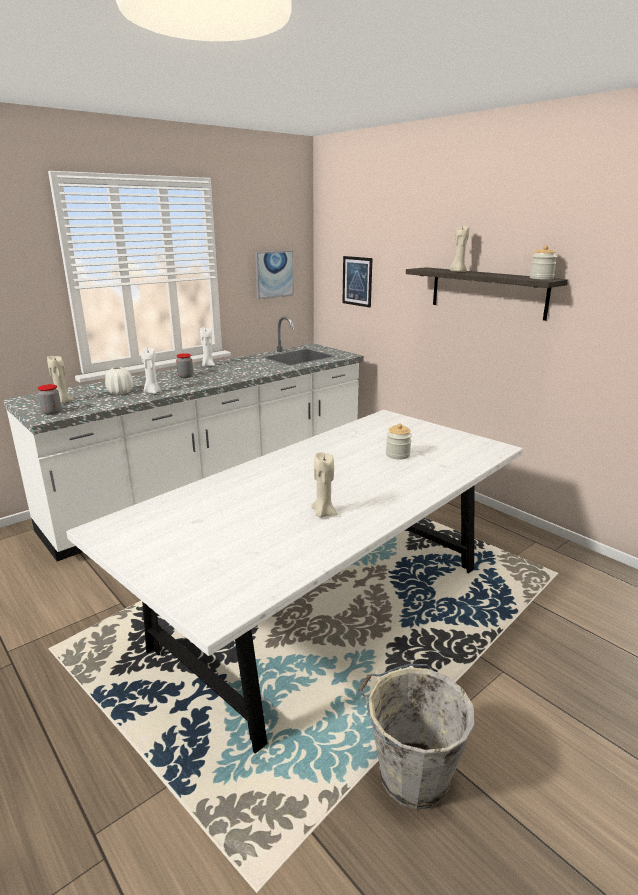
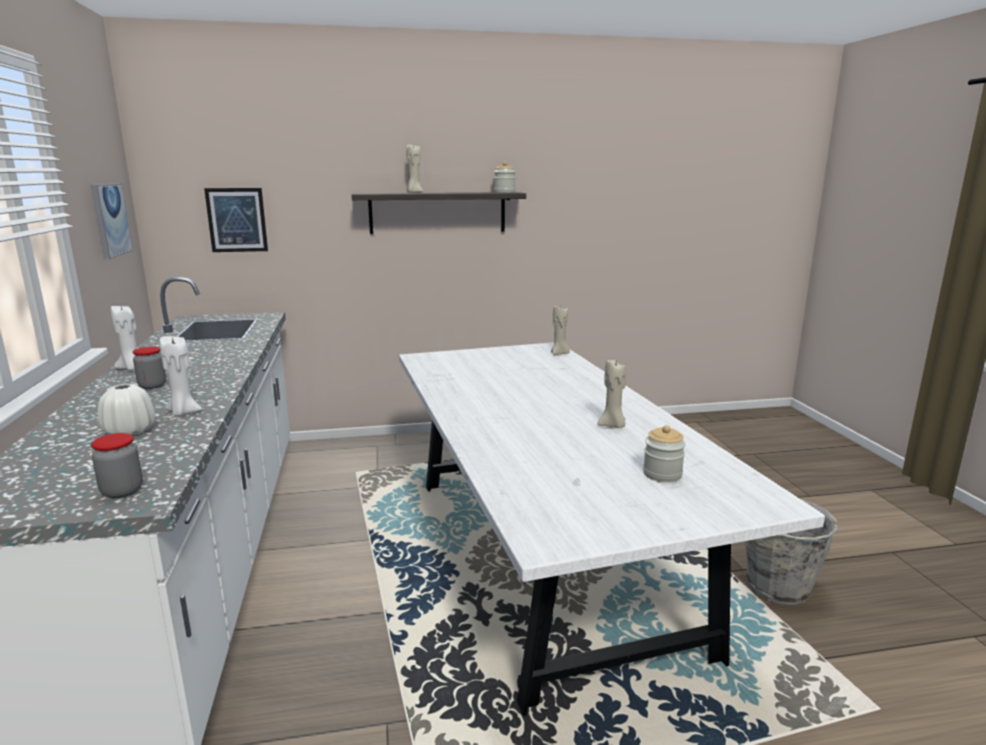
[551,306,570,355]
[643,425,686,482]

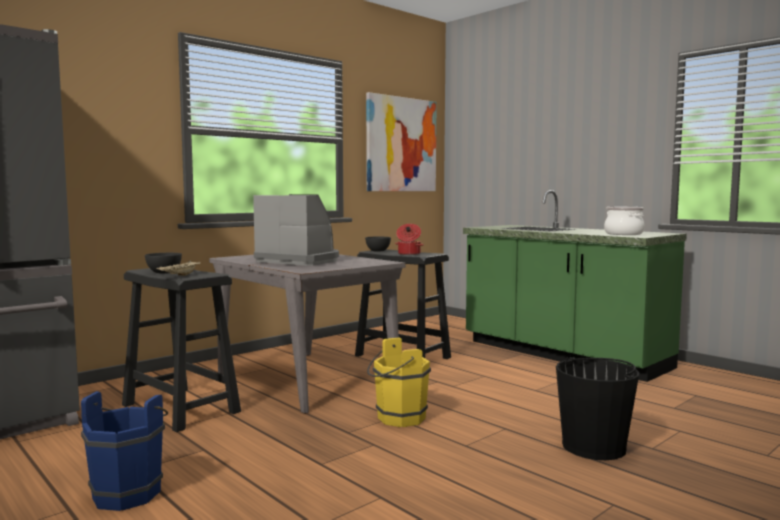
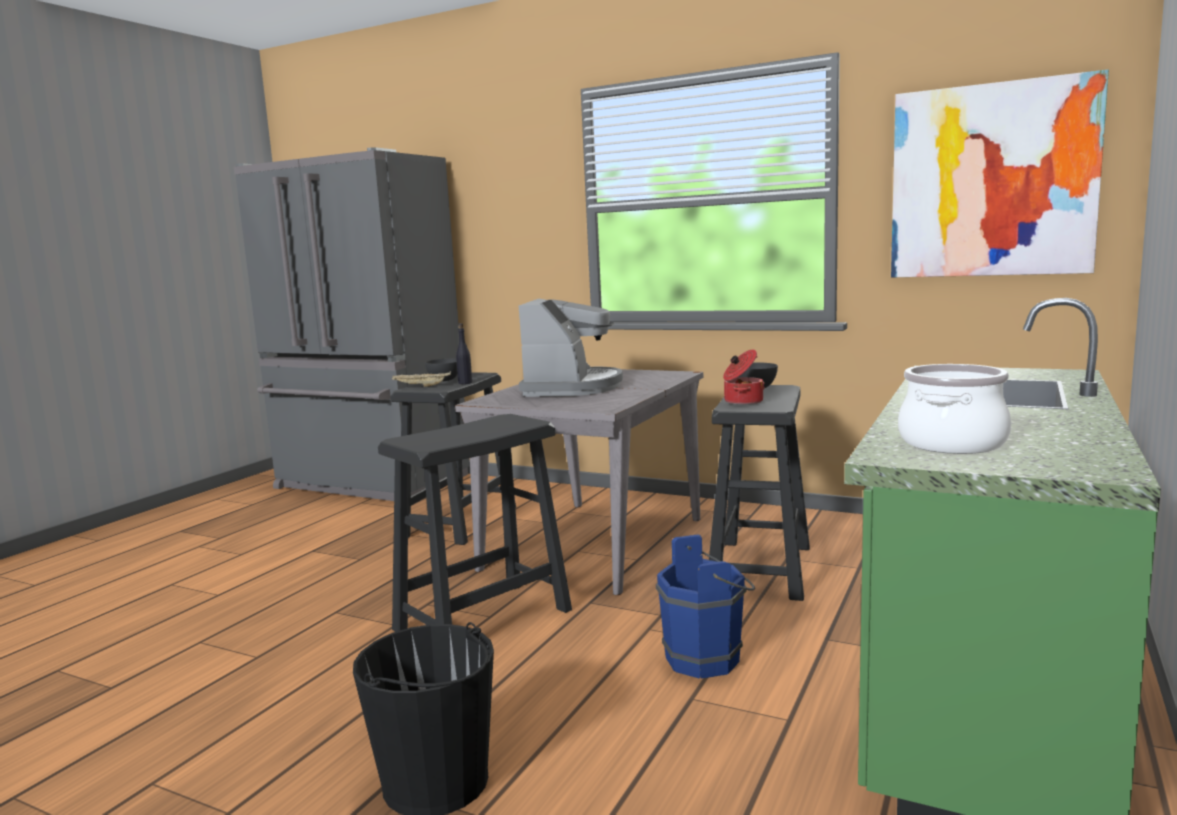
[378,414,572,632]
[456,323,472,384]
[656,535,755,678]

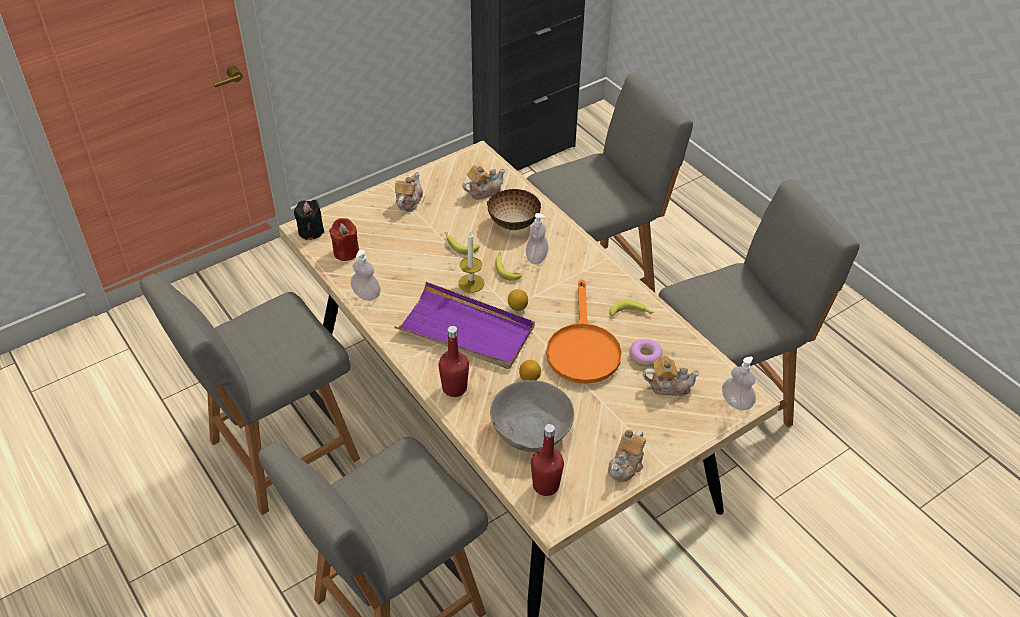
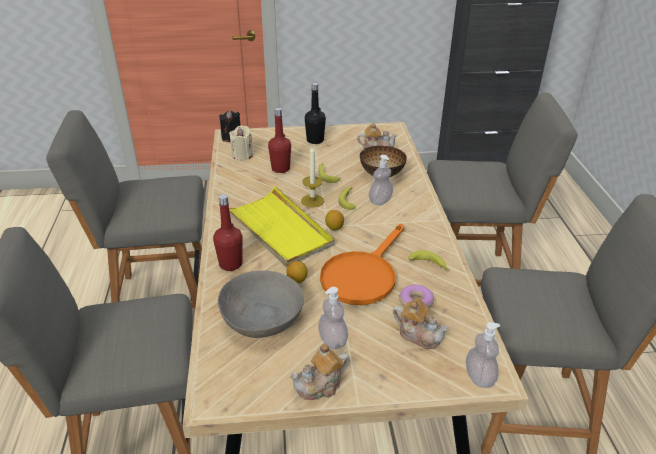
[229,125,253,161]
[229,186,335,267]
[268,108,291,173]
[305,82,326,144]
[318,287,348,349]

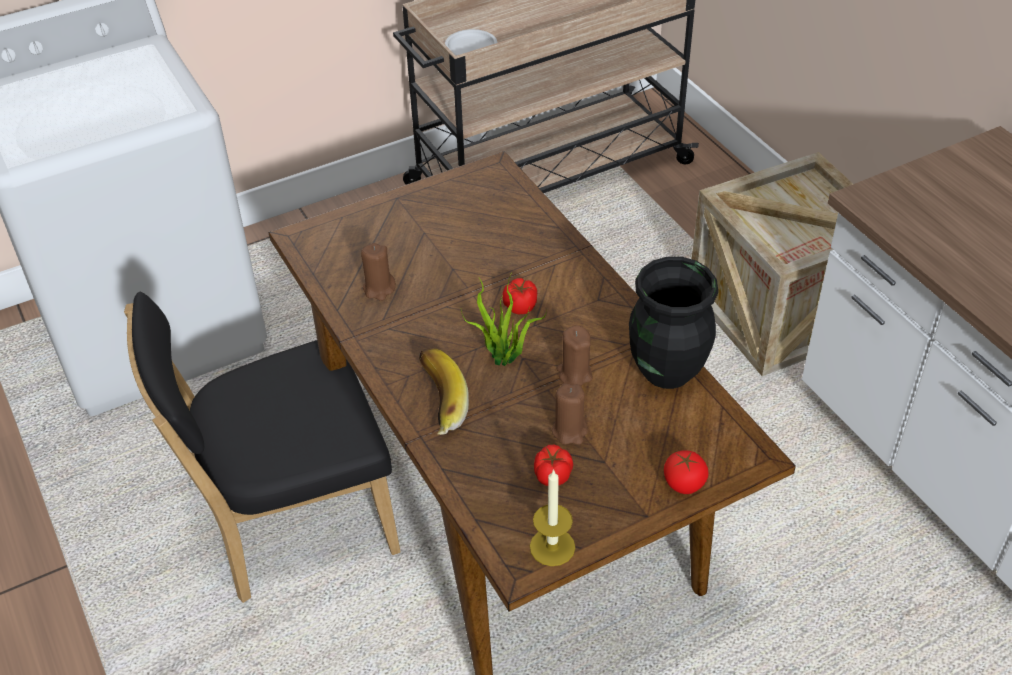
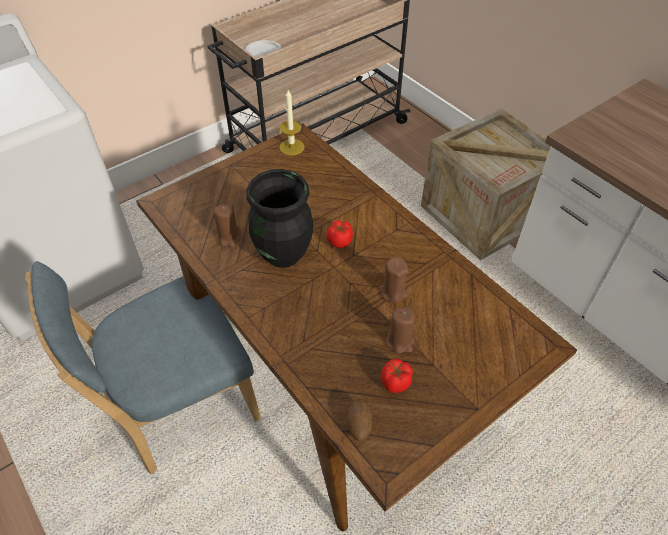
[25,261,261,475]
[246,169,313,268]
[279,90,304,156]
[346,398,372,441]
[419,348,469,435] (first image)
[461,273,546,366] (first image)
[664,450,709,494] (first image)

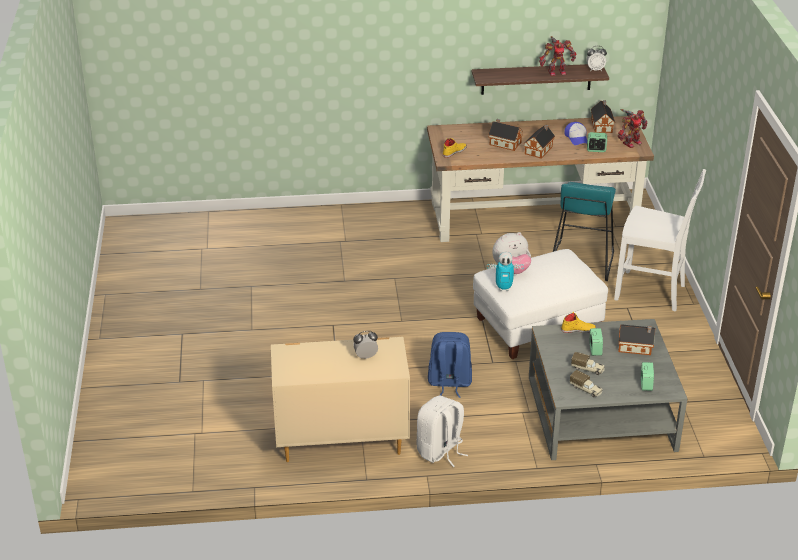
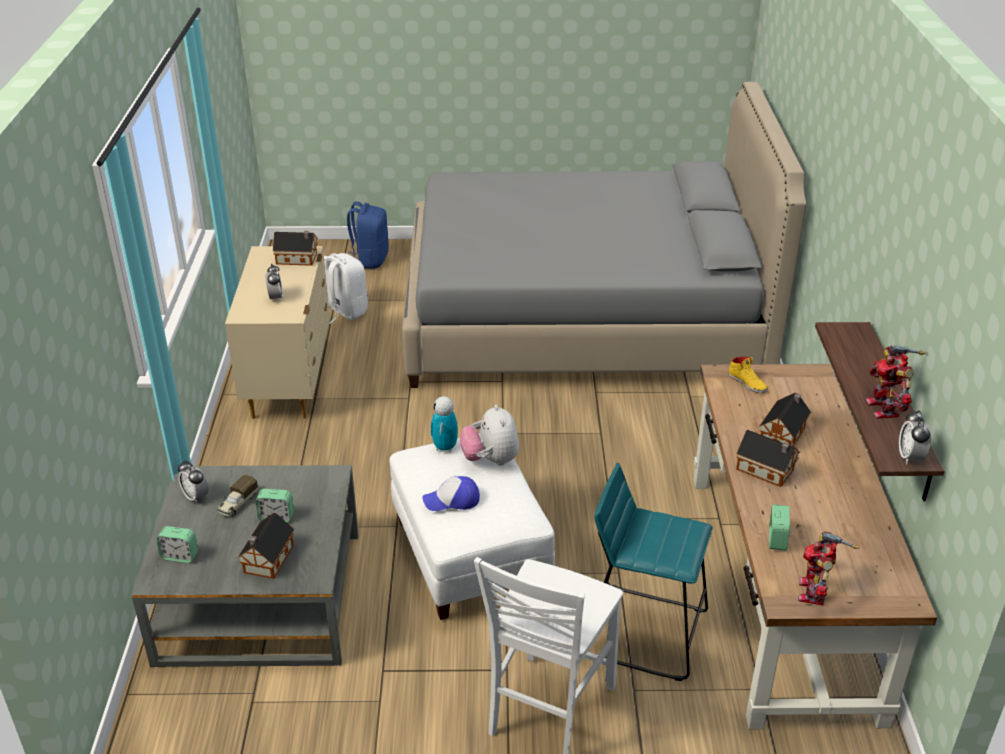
[178,460,208,504]
[273,231,318,266]
[324,253,368,324]
[347,201,389,269]
[402,82,806,388]
[422,476,480,511]
[798,531,859,606]
[561,312,596,333] (first image)

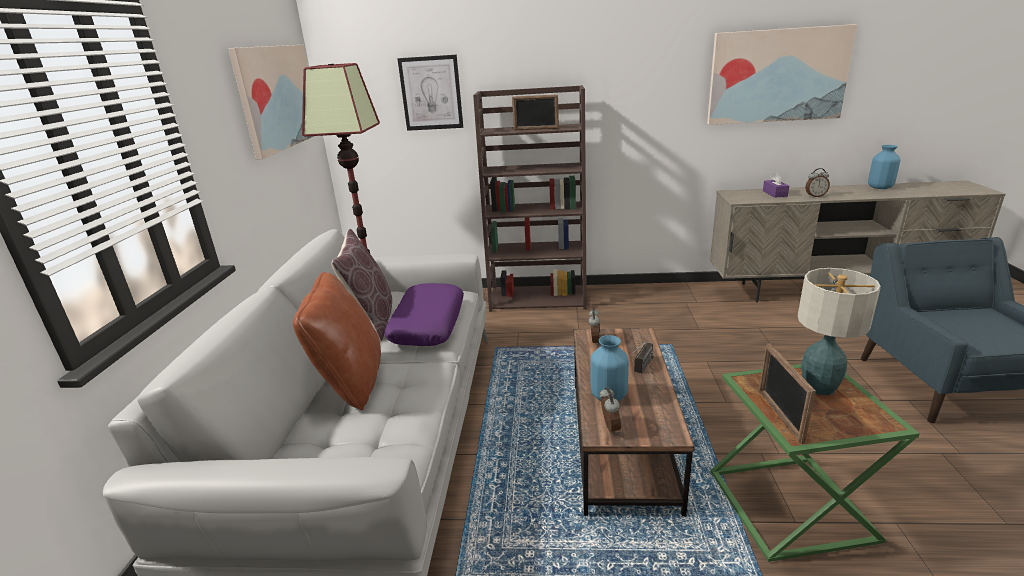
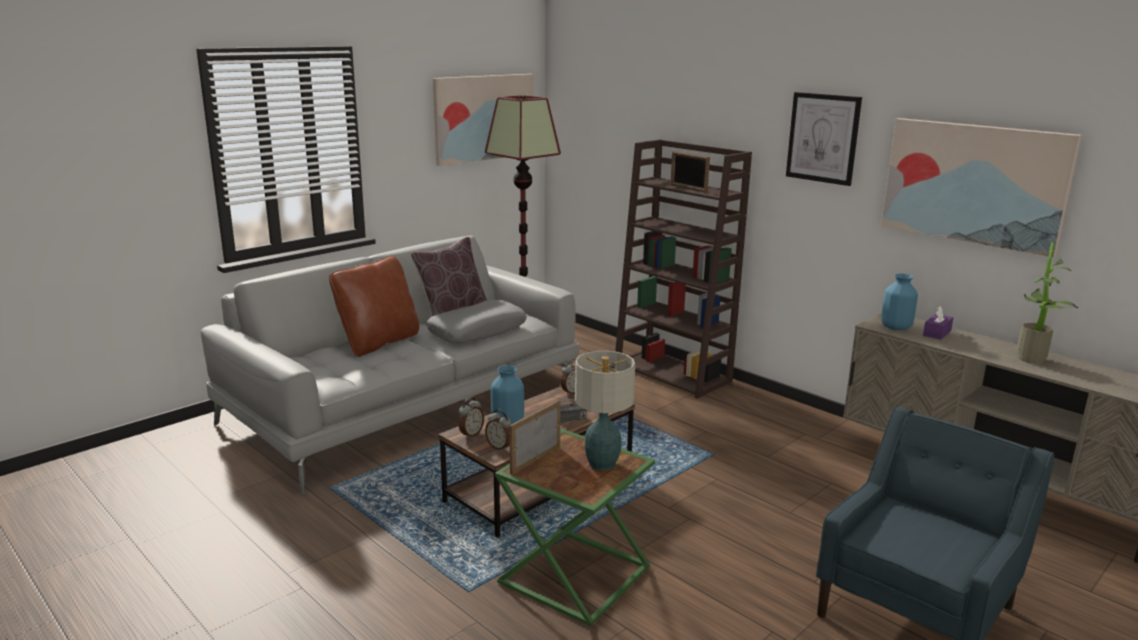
[426,299,526,343]
[485,409,512,451]
[786,92,862,186]
[881,273,918,330]
[1016,242,1078,364]

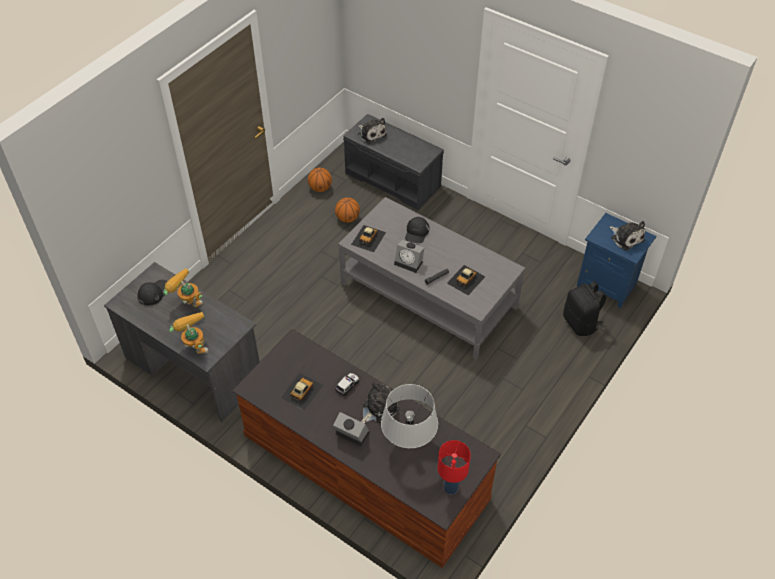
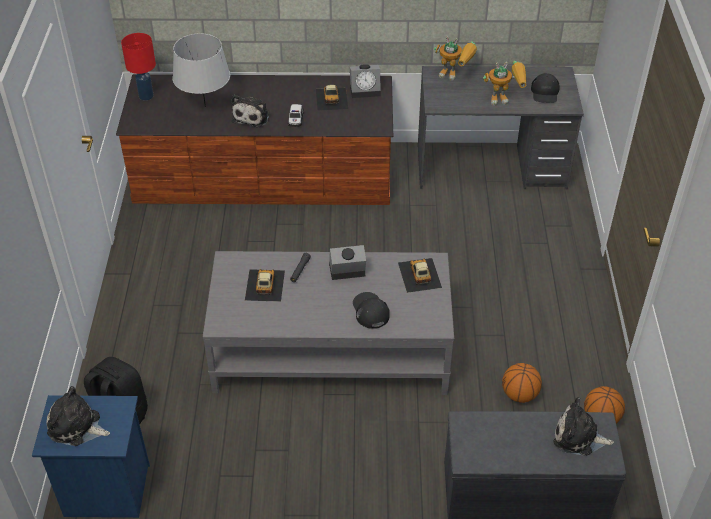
[350,64,381,98]

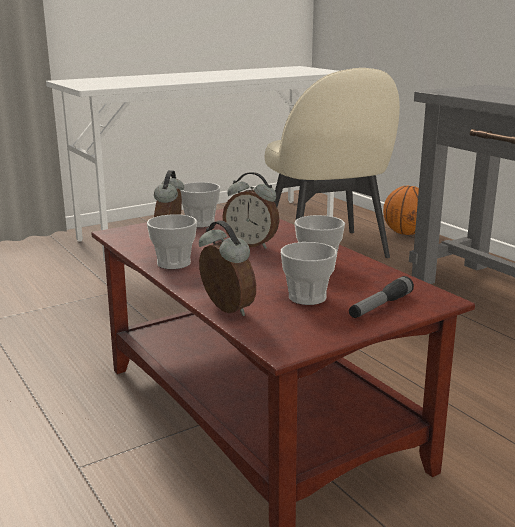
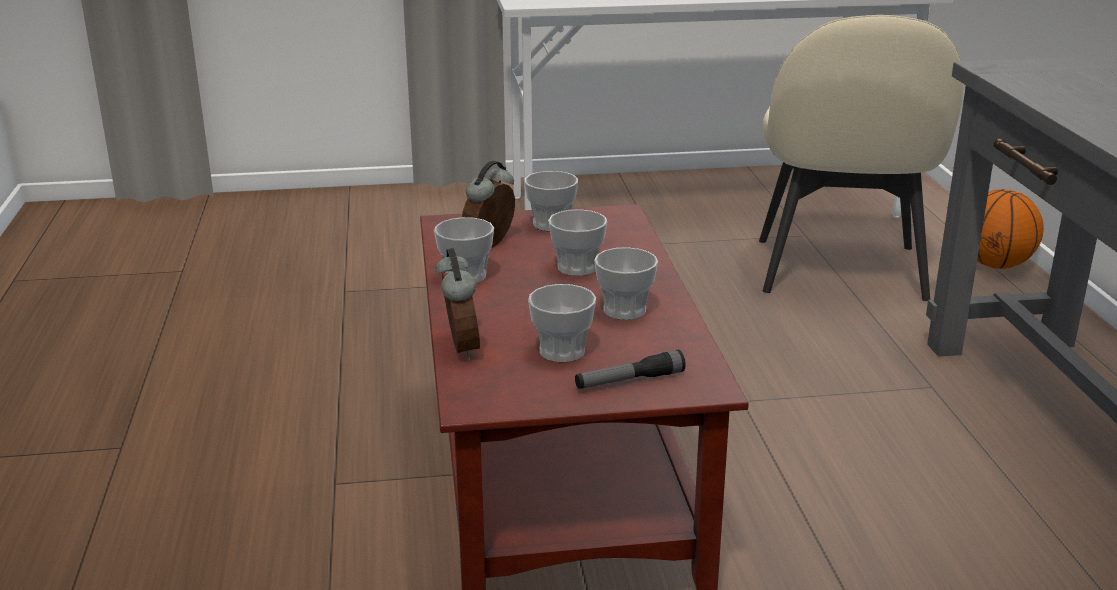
[548,209,607,276]

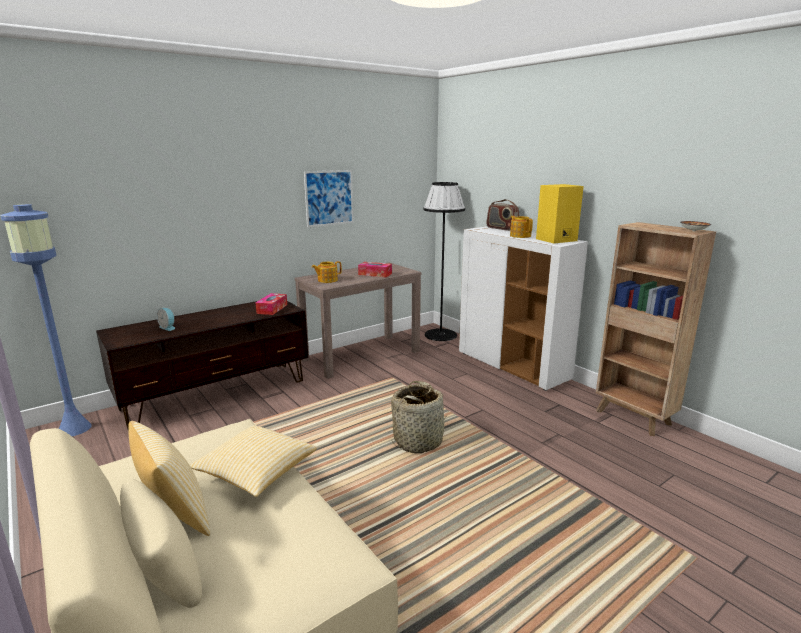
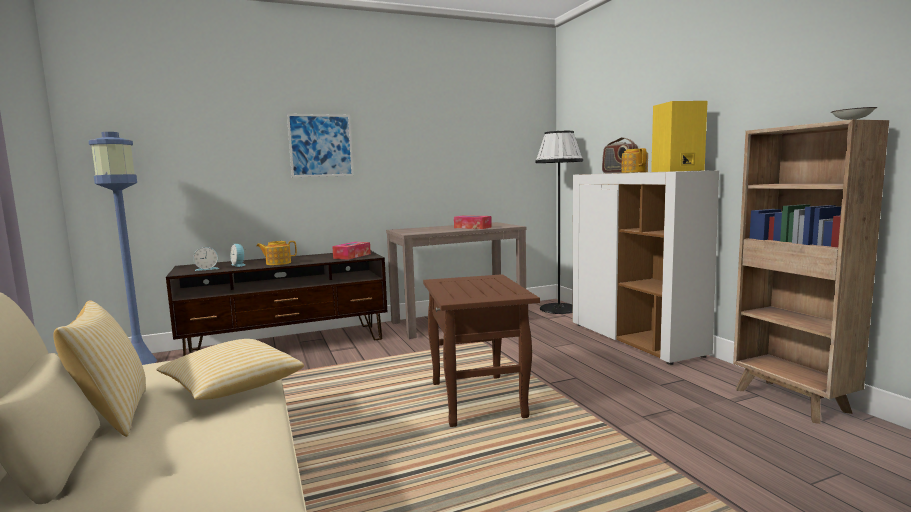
[193,247,219,271]
[256,241,297,265]
[287,114,354,177]
[423,274,540,427]

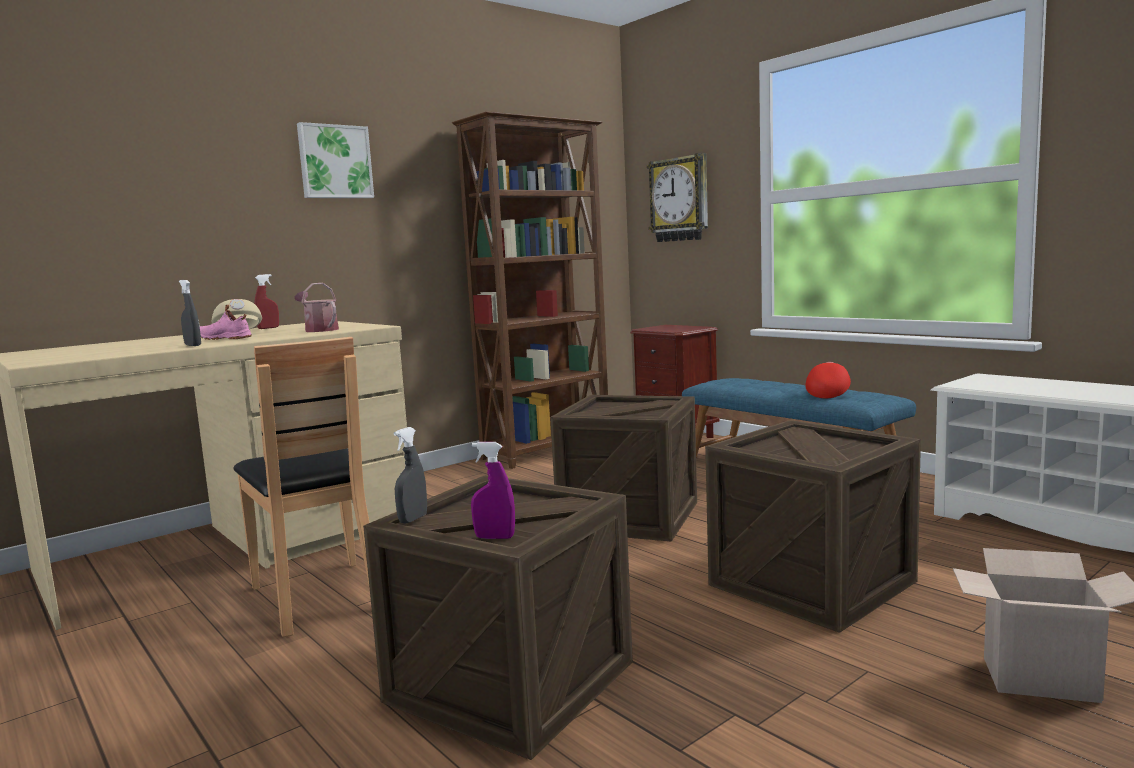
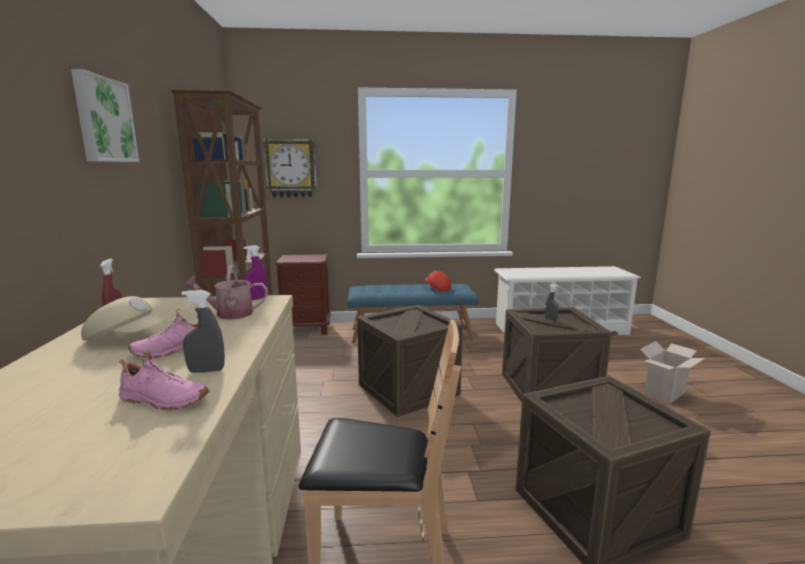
[119,350,209,411]
[243,245,267,300]
[545,284,559,322]

